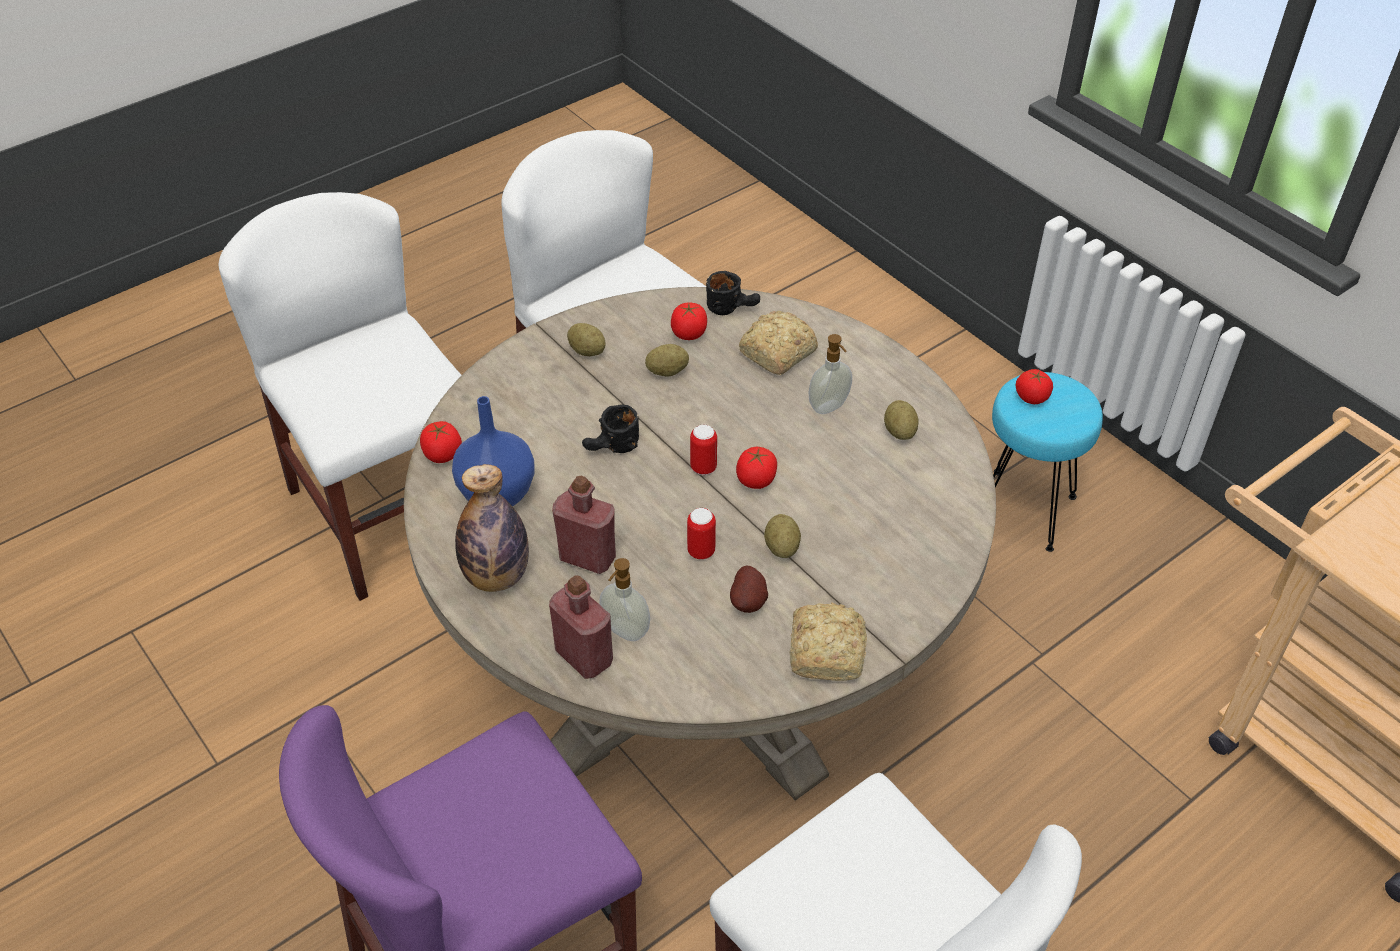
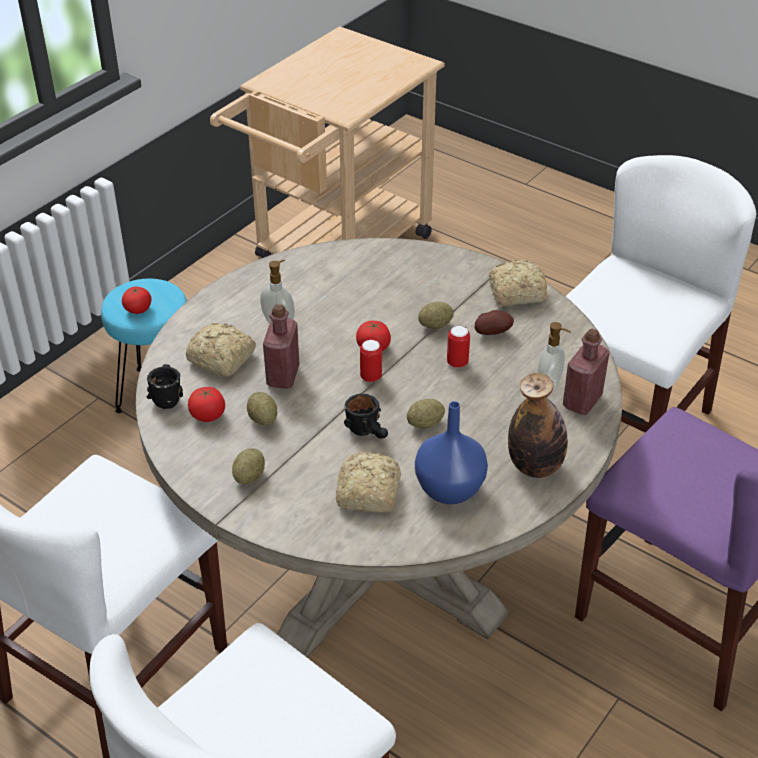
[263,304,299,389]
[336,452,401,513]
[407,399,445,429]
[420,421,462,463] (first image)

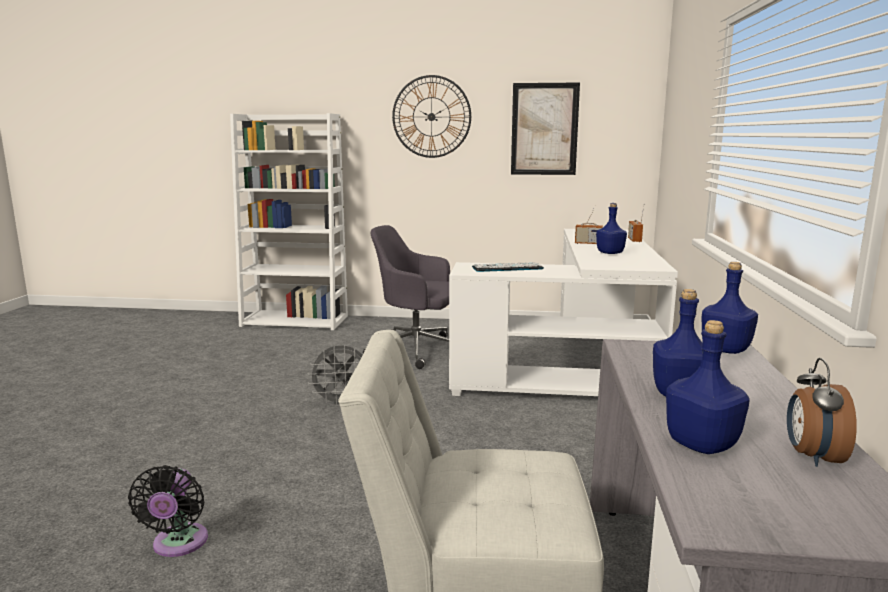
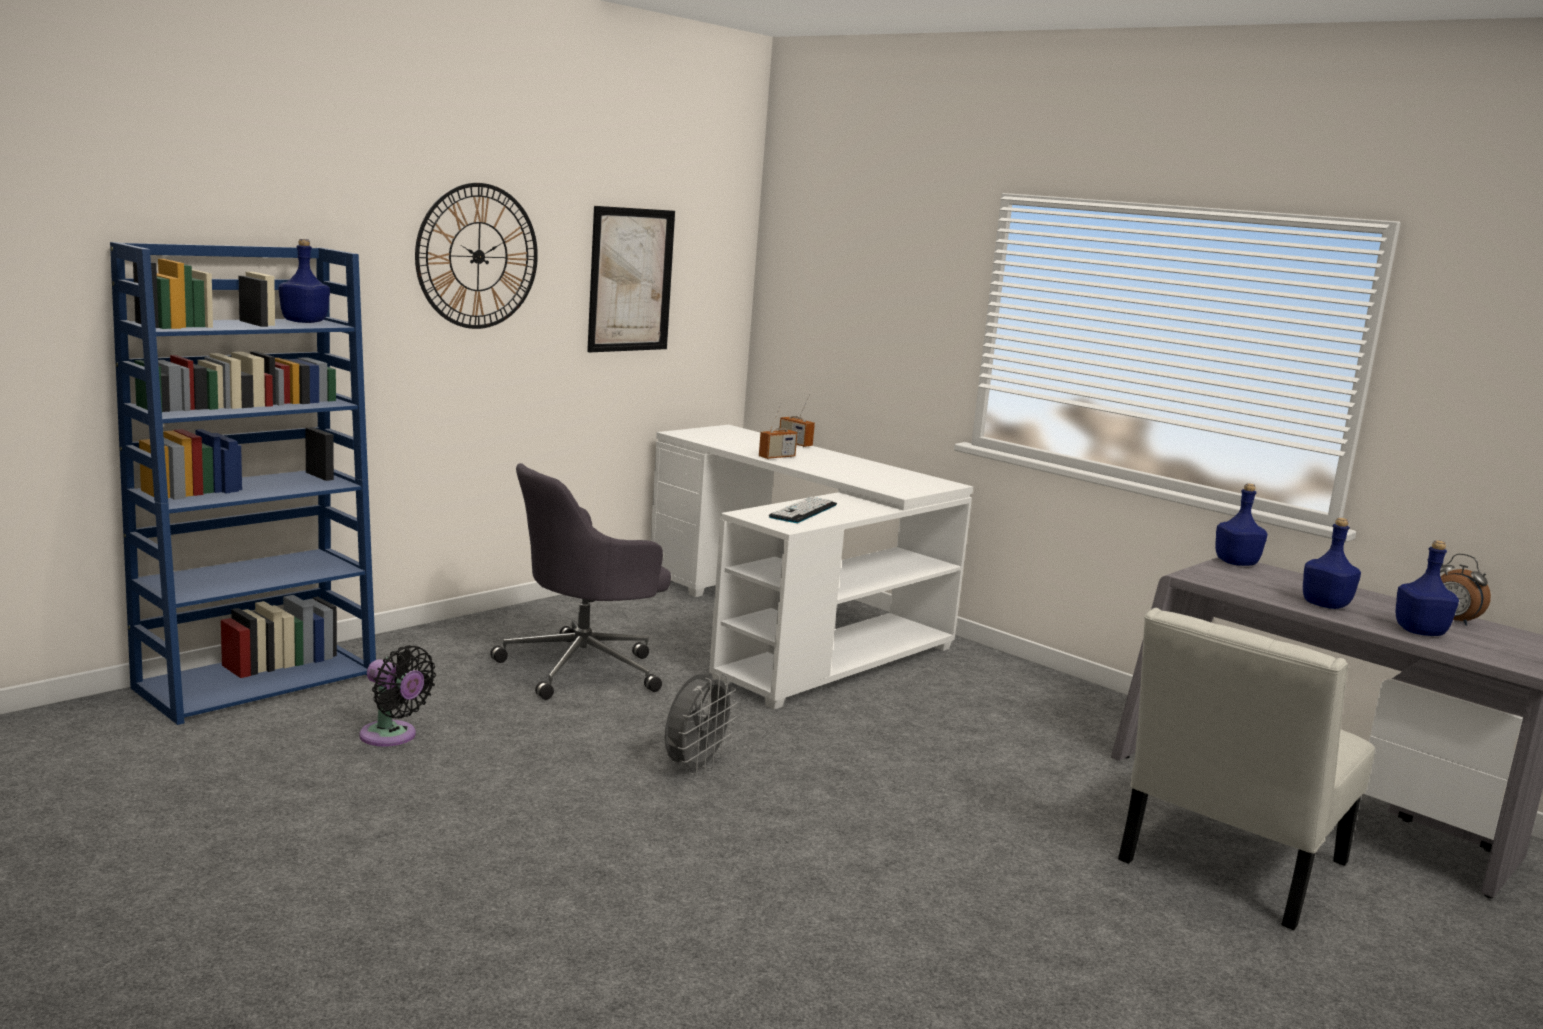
[110,242,376,725]
[279,239,330,323]
[359,645,436,747]

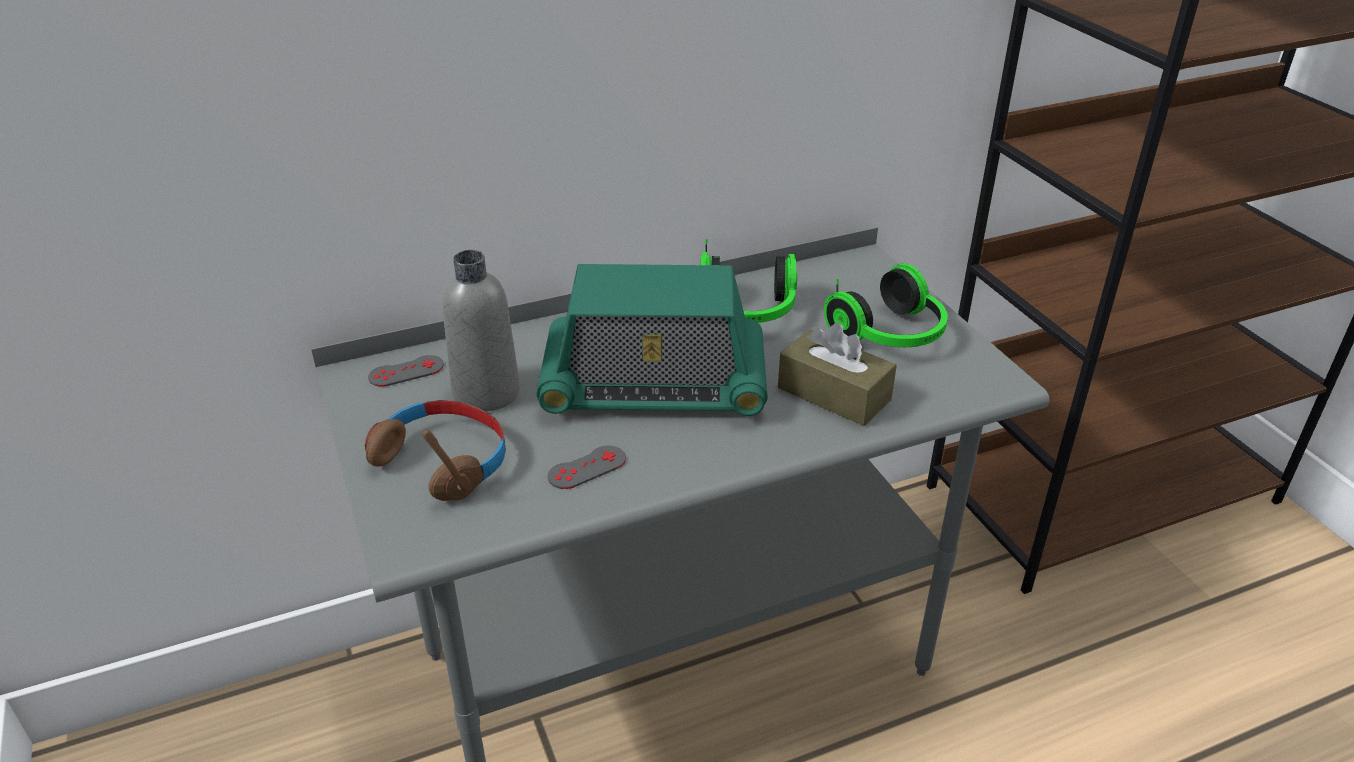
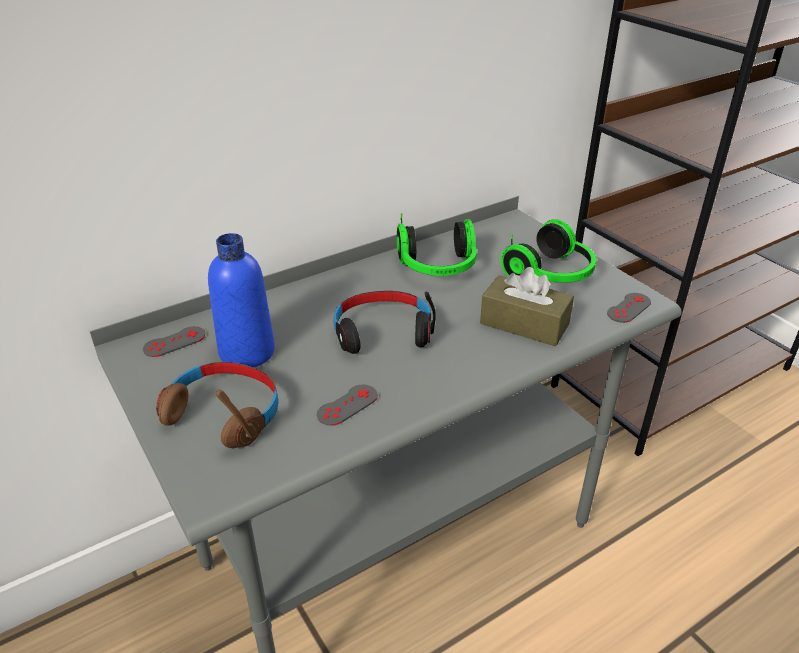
[208,233,275,367]
[333,291,436,354]
[607,293,651,323]

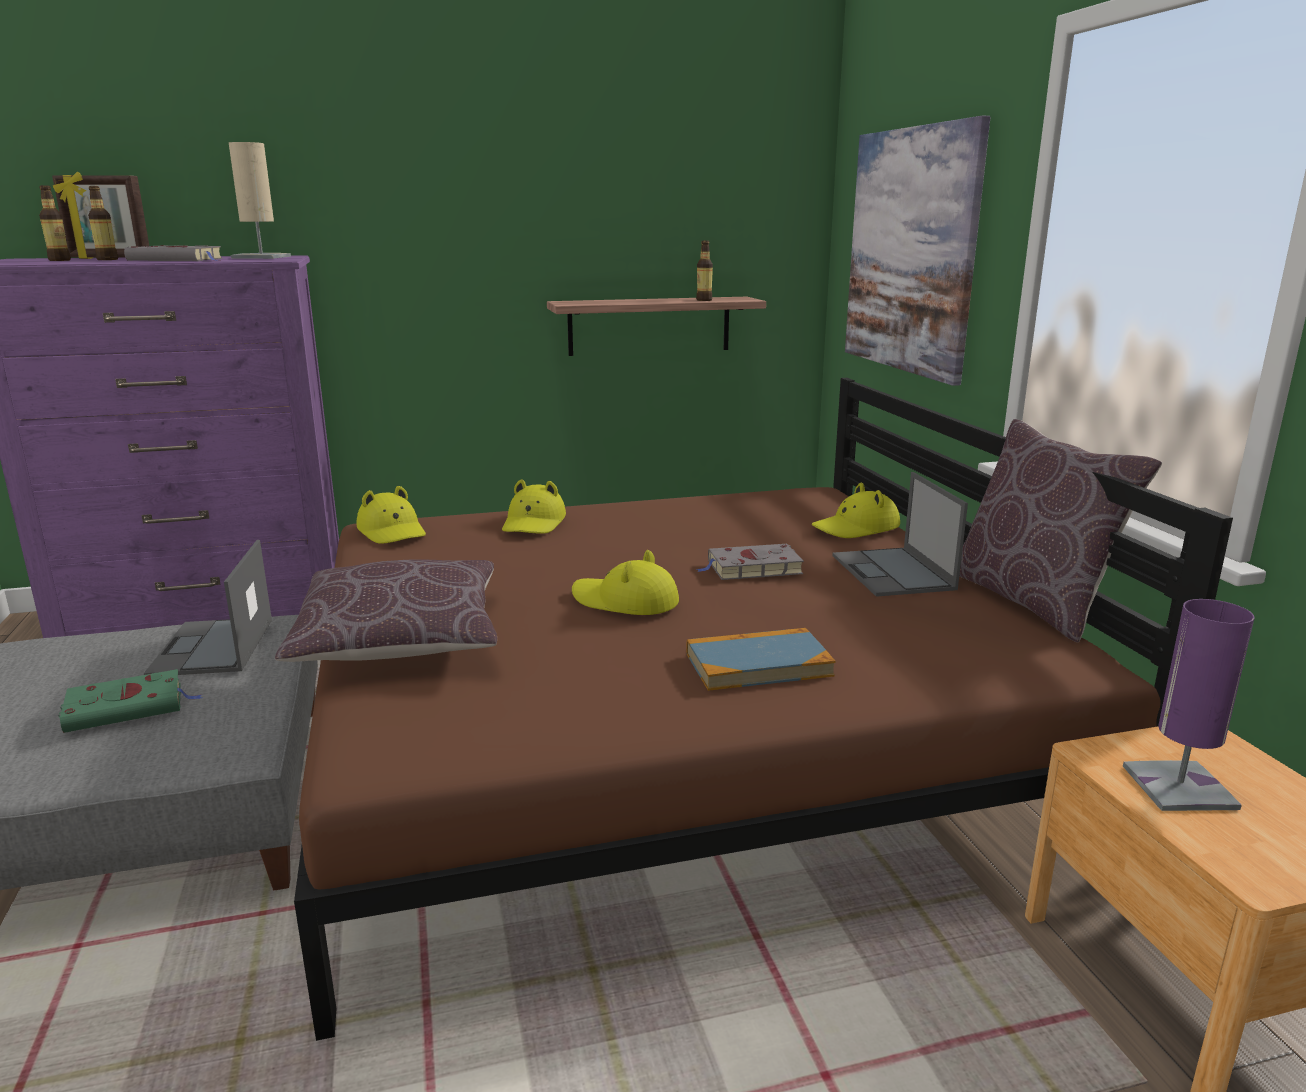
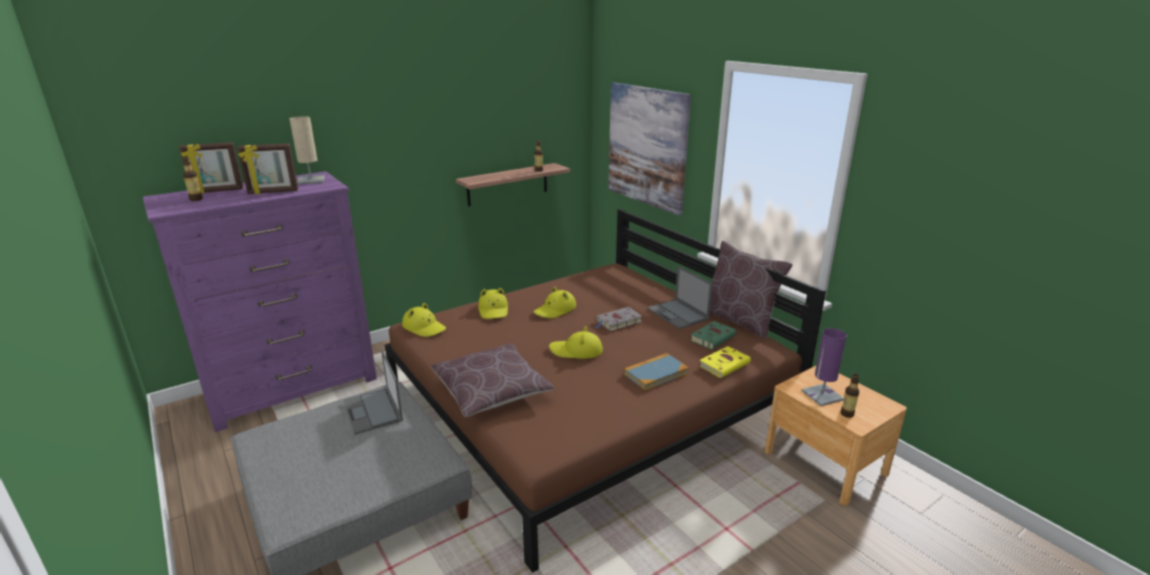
[237,143,298,194]
[534,287,576,318]
[690,321,737,350]
[699,346,751,378]
[841,374,859,418]

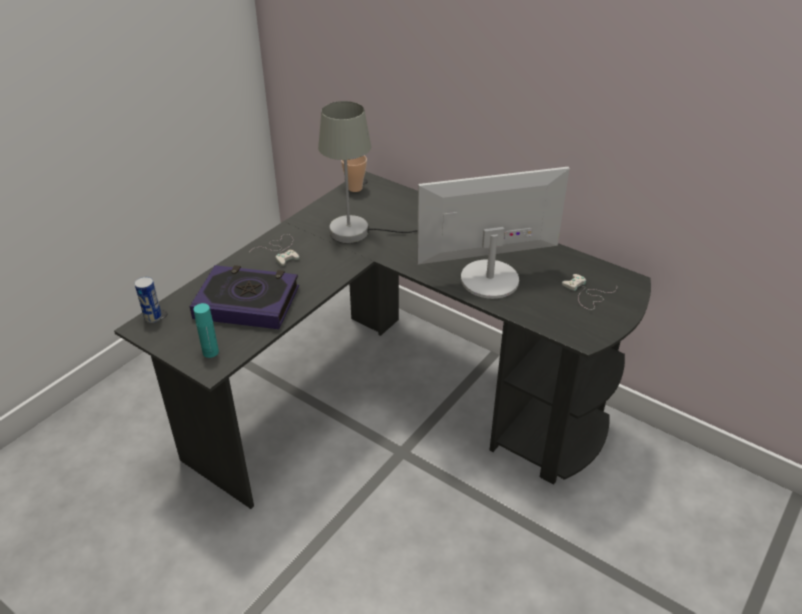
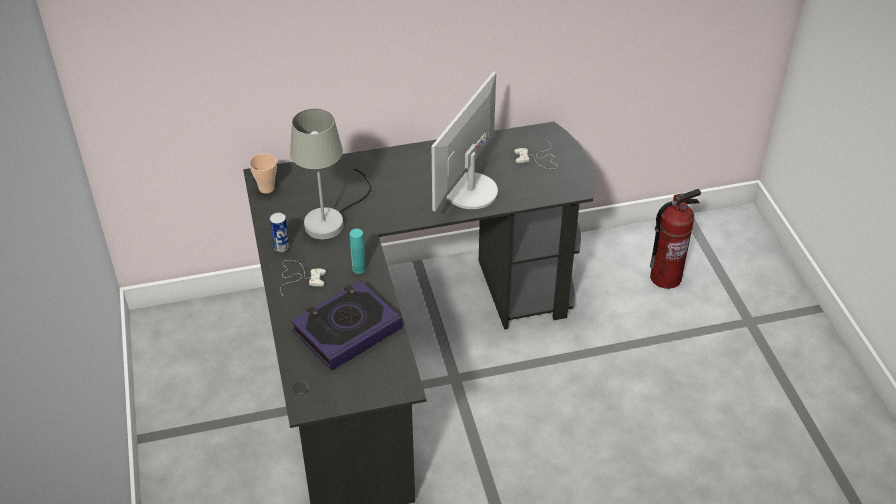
[270,213,290,252]
[350,229,366,274]
[650,189,701,289]

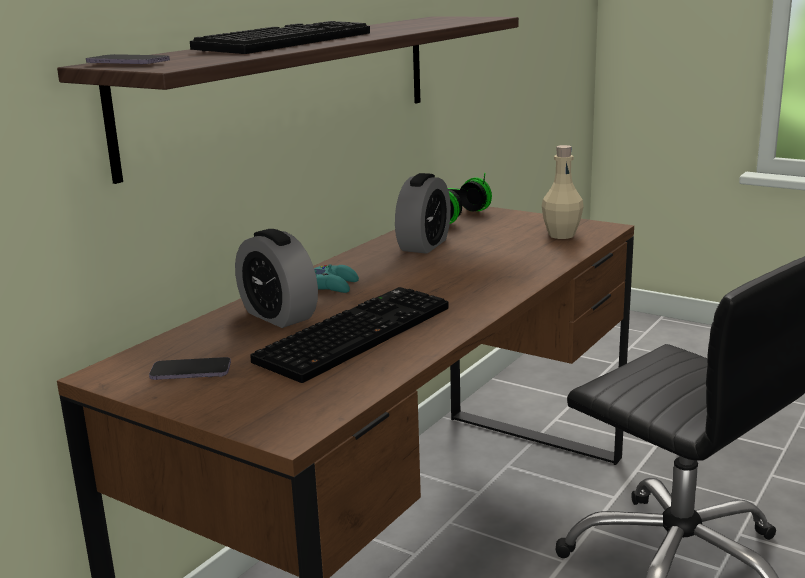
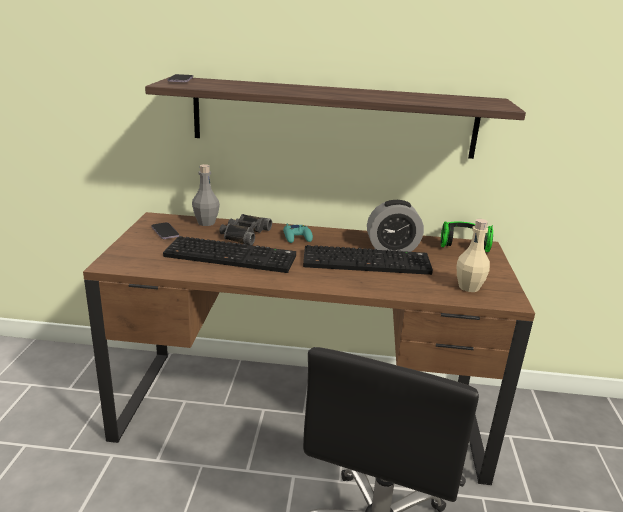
[192,164,220,226]
[219,214,272,246]
[303,245,433,275]

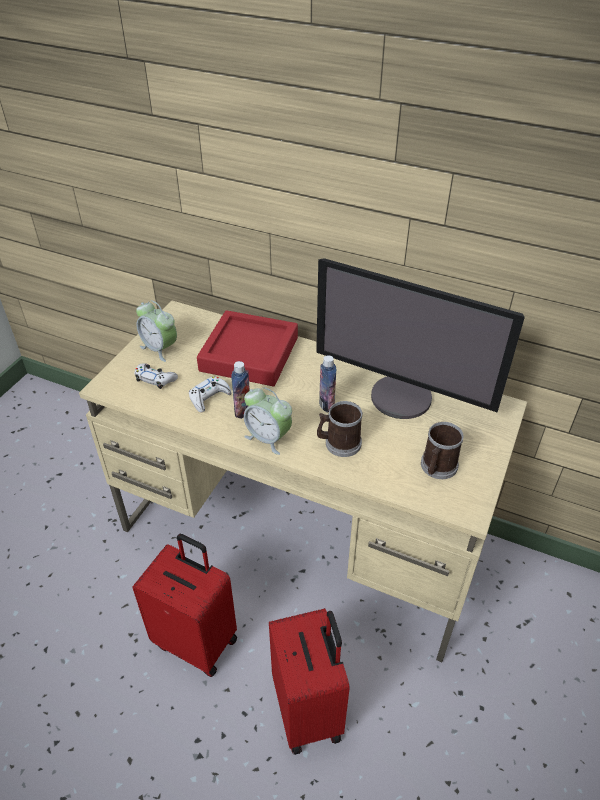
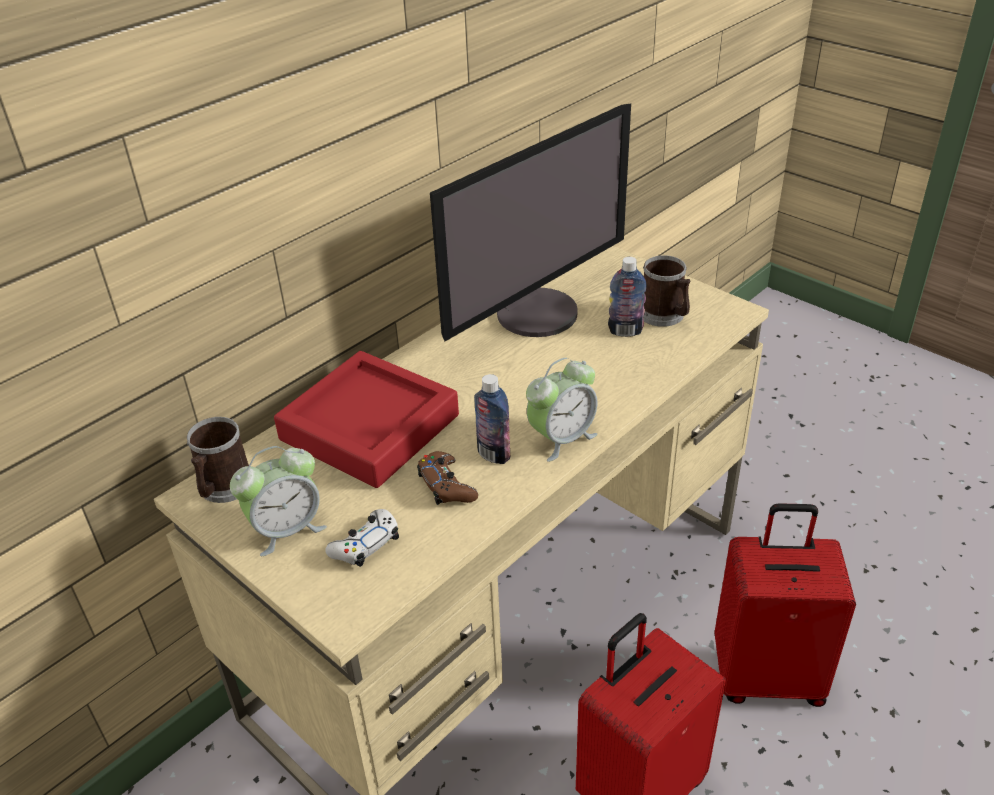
[187,417,249,503]
[417,451,478,505]
[608,257,647,337]

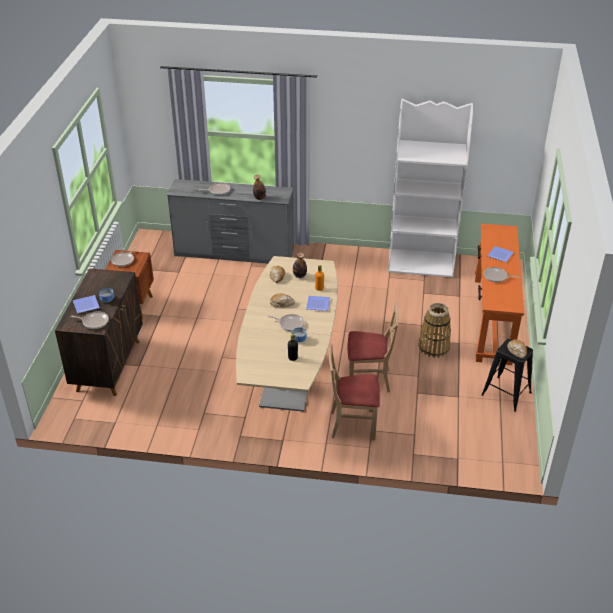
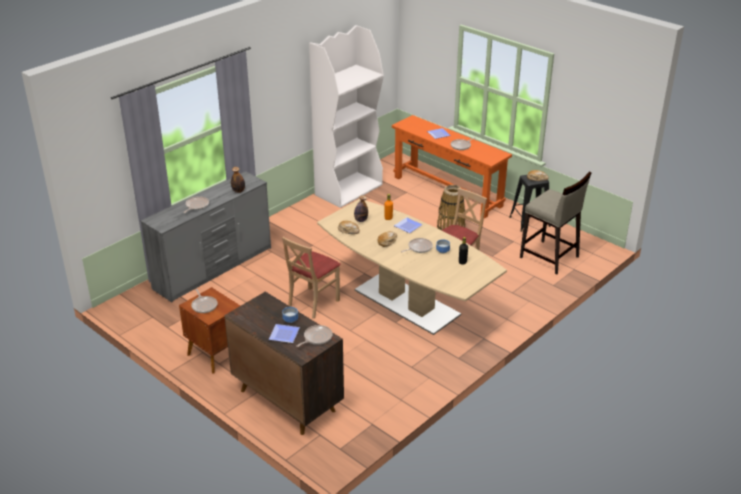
[282,237,341,319]
[520,172,591,275]

